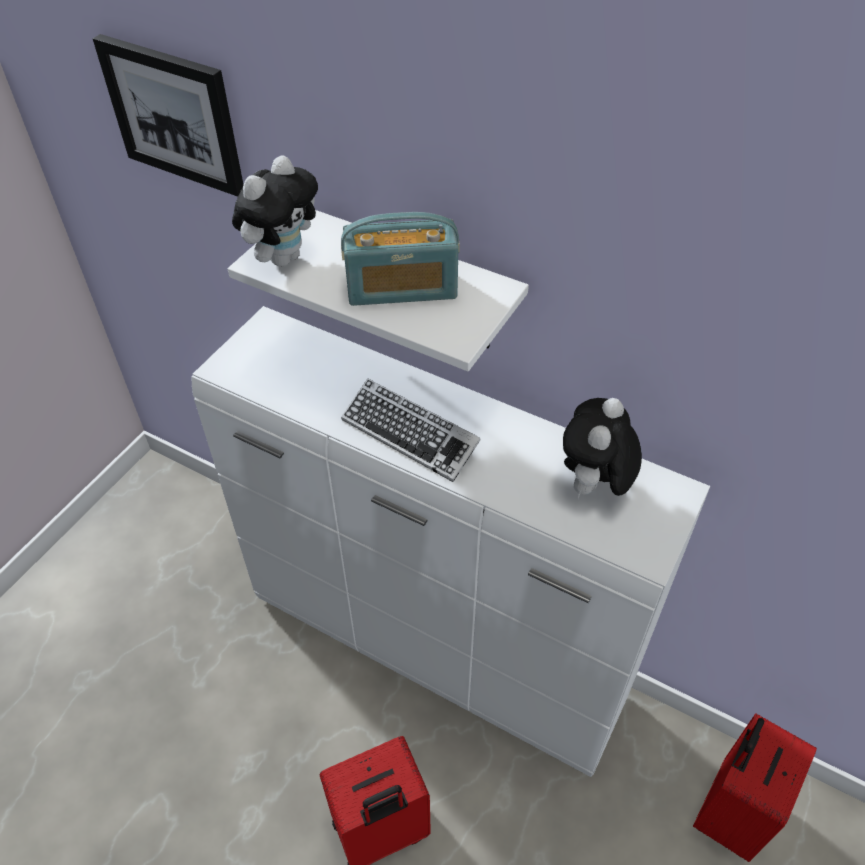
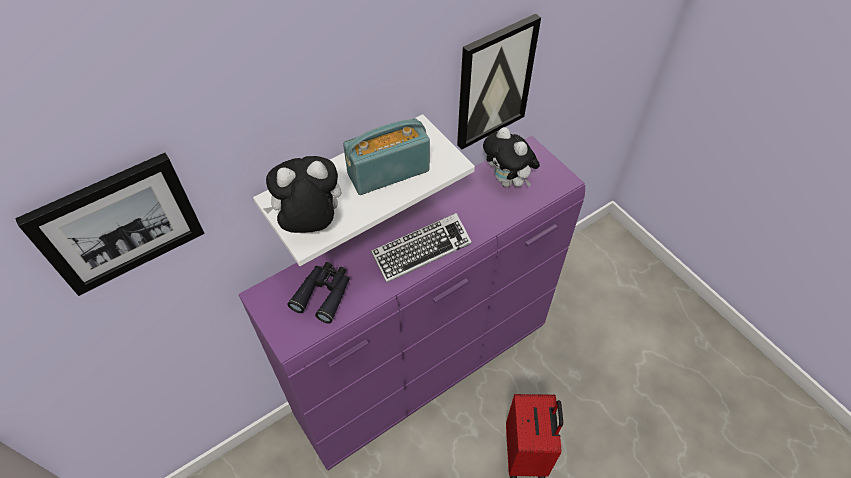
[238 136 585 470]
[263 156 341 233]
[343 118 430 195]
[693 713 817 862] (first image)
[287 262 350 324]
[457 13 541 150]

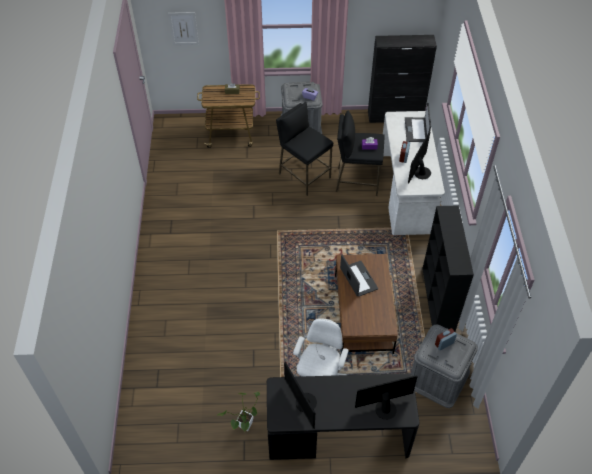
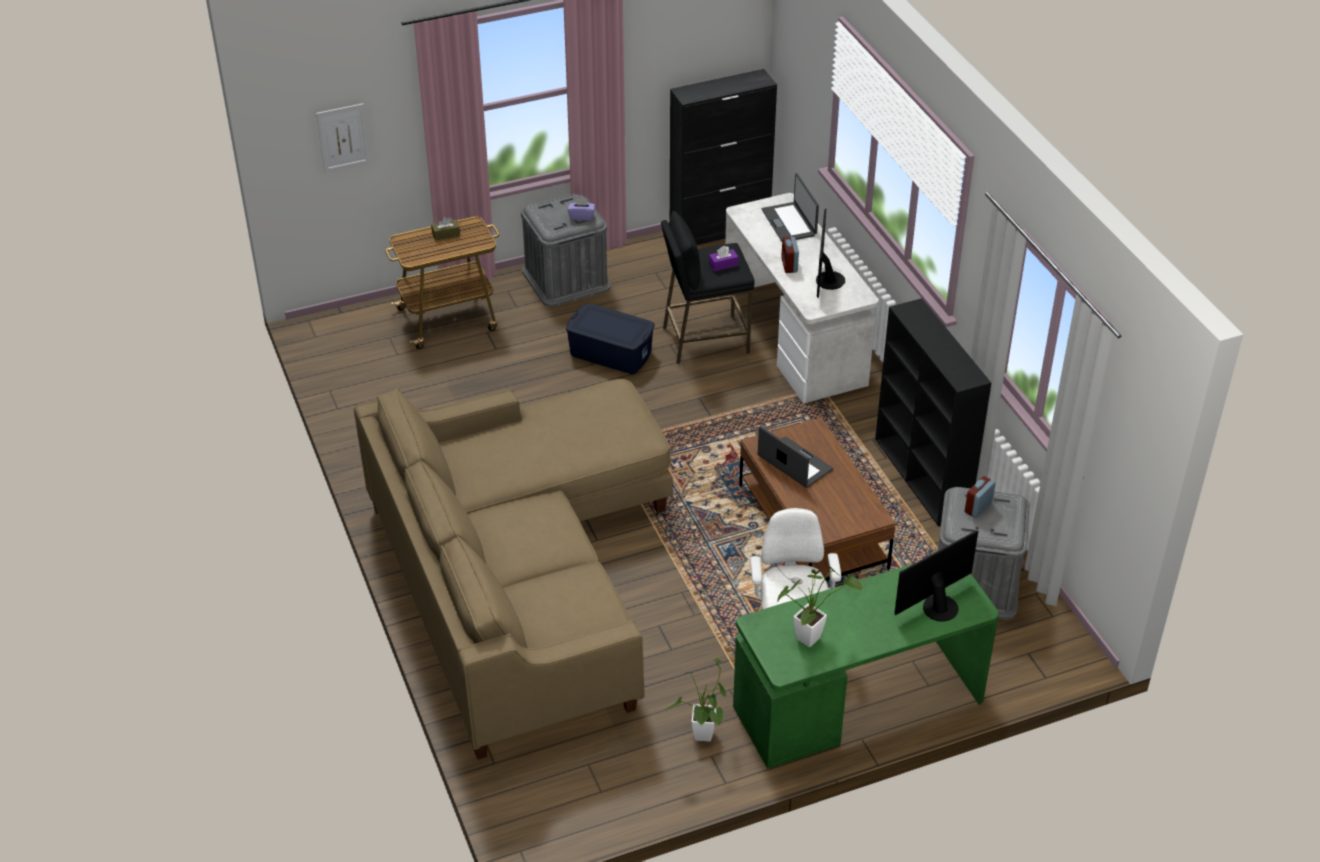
[733 563 999 769]
[566 303 654 374]
[777 565 863 647]
[354 379 673 760]

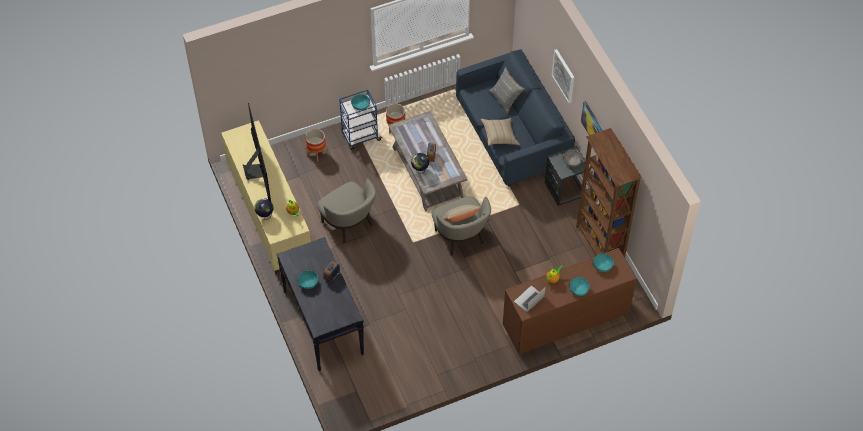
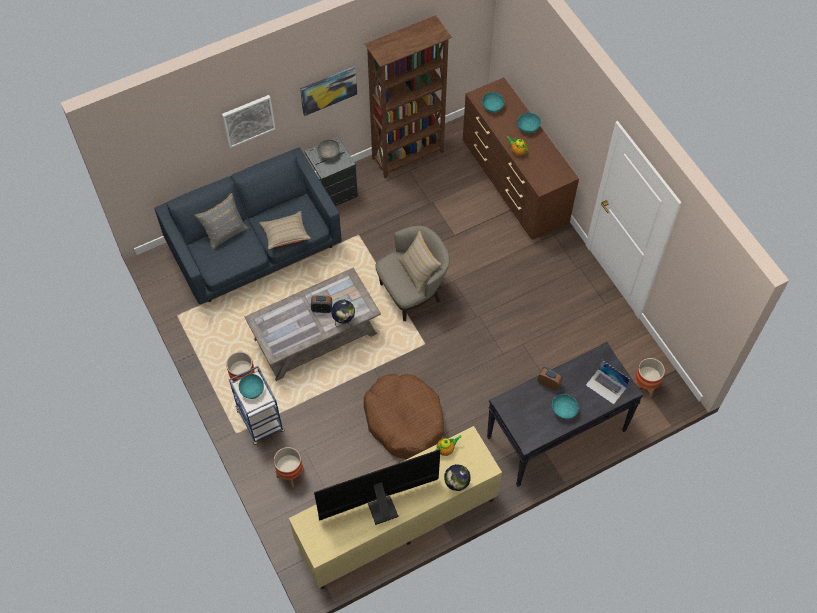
[364 374 444 459]
[586 360 630 404]
[635 358 665 397]

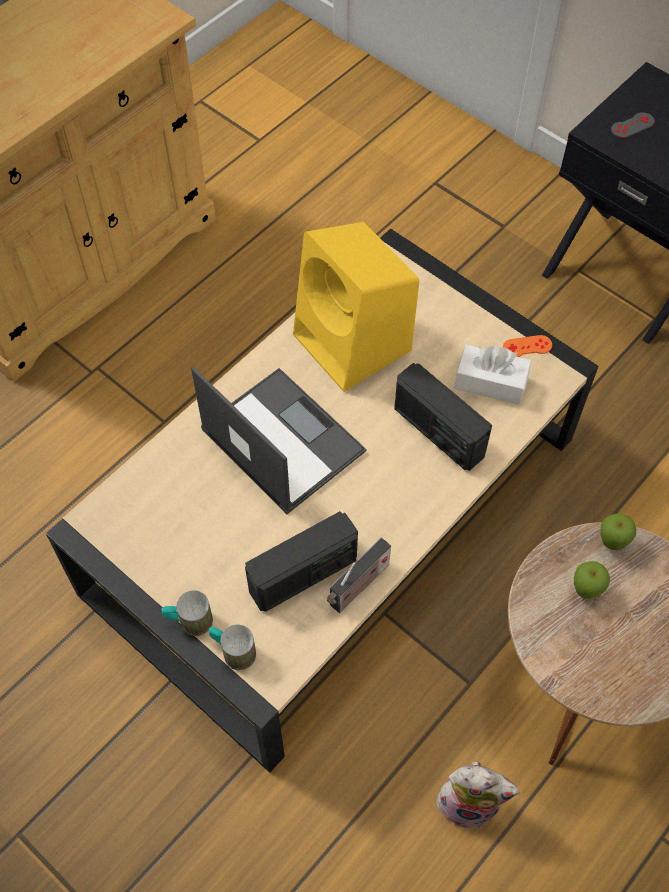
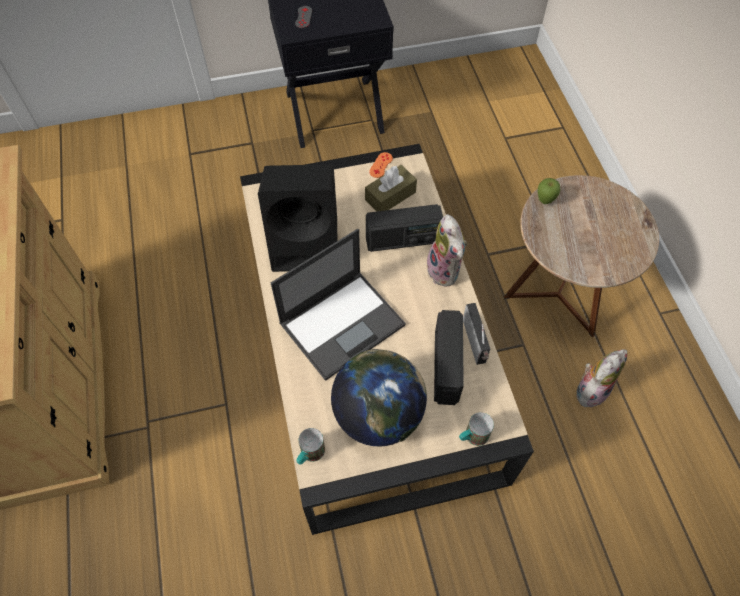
[296 428 325 465]
[271 229 406 381]
[258 164 337 272]
[365 165 417 211]
[574 561 610 599] (first image)
[331 349 427 447]
[427 214 467 287]

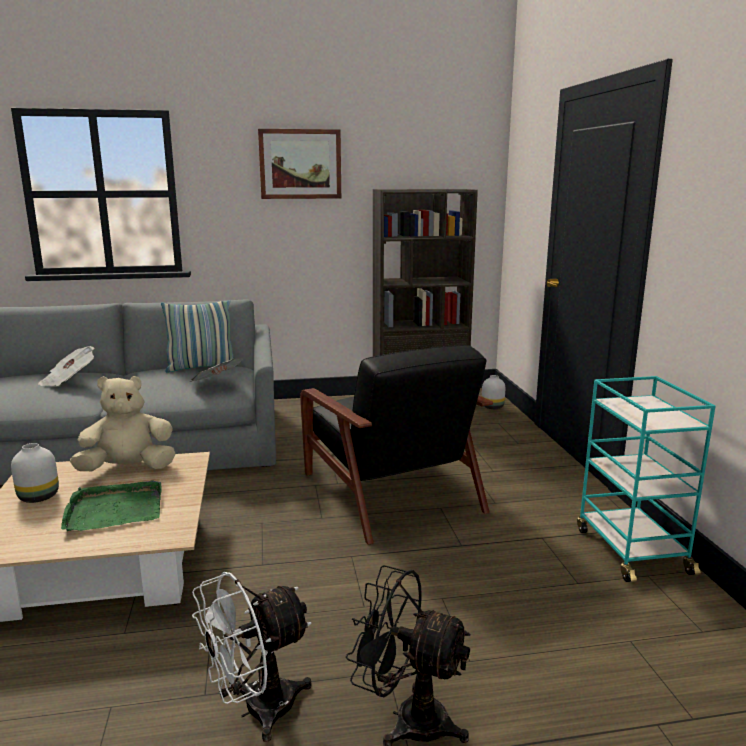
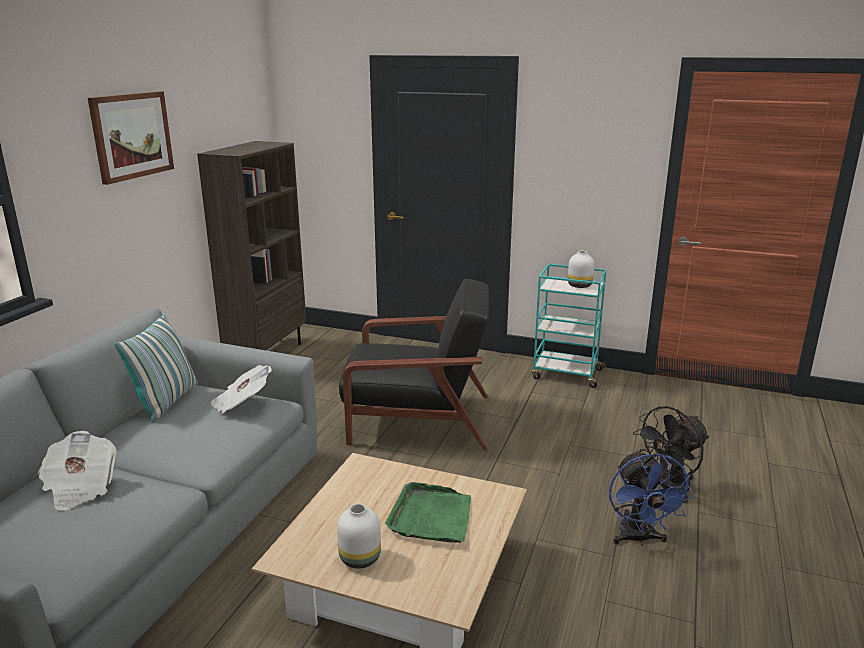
[70 376 175 471] (first image)
[609 450 695 546]
[568 251 594 288]

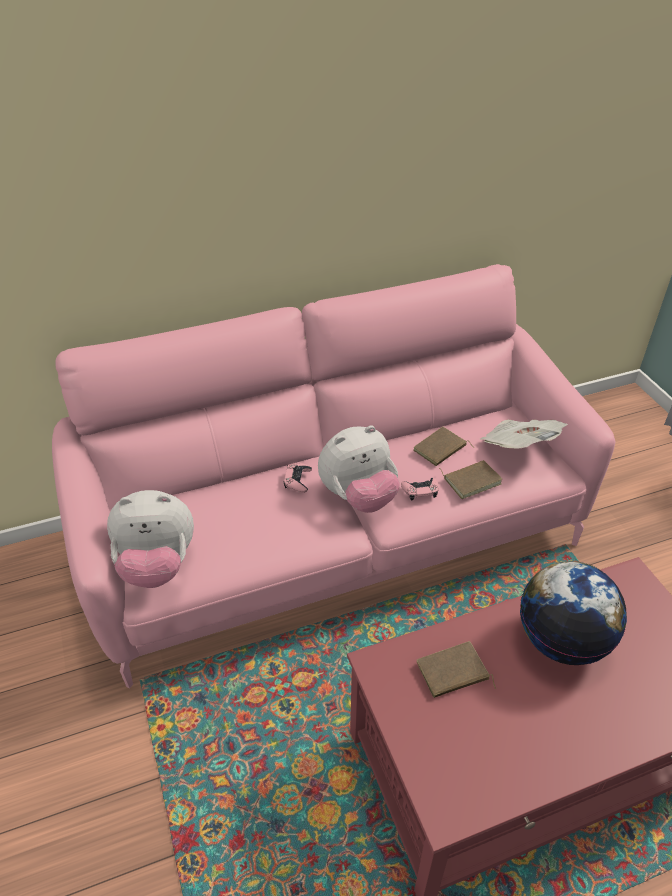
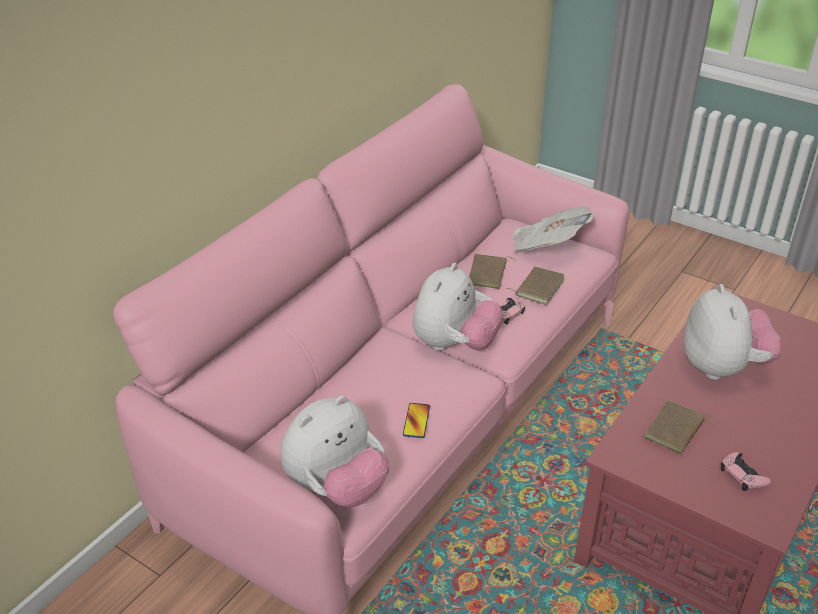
[721 452 771 491]
[684 284 782 380]
[403 403 430 438]

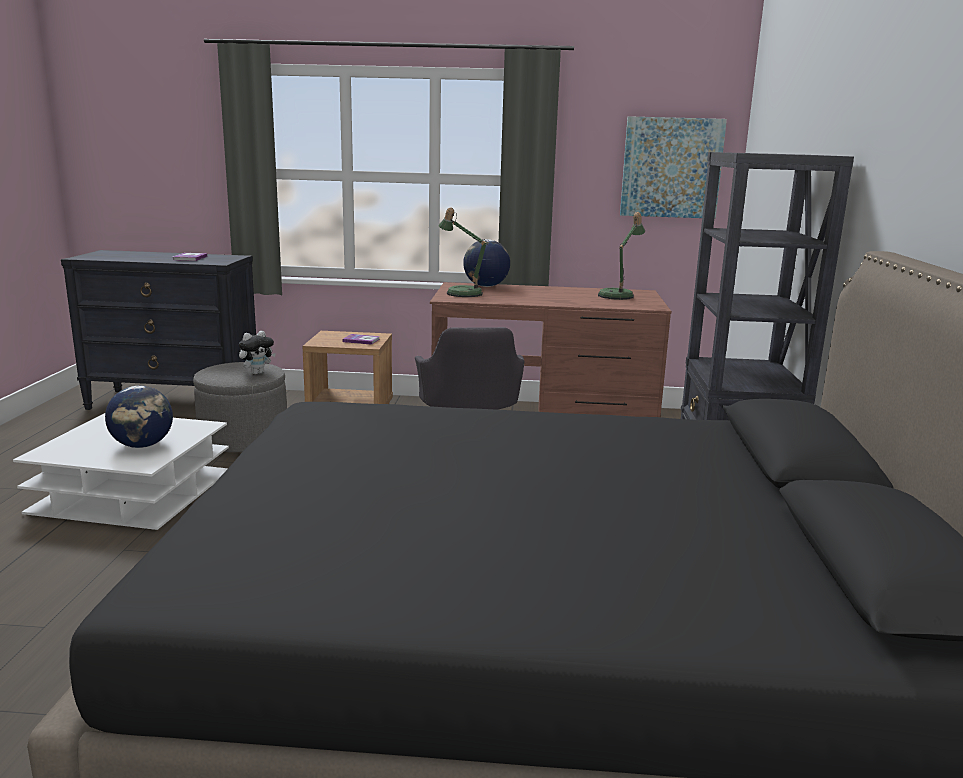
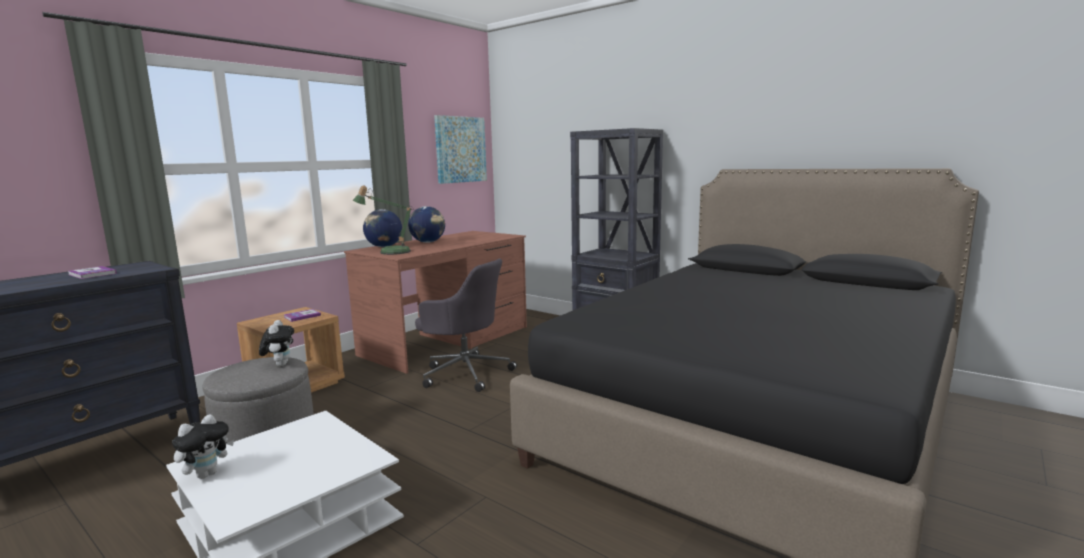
[408 206 445 243]
[598 212 645 300] (first image)
[172 414 234 479]

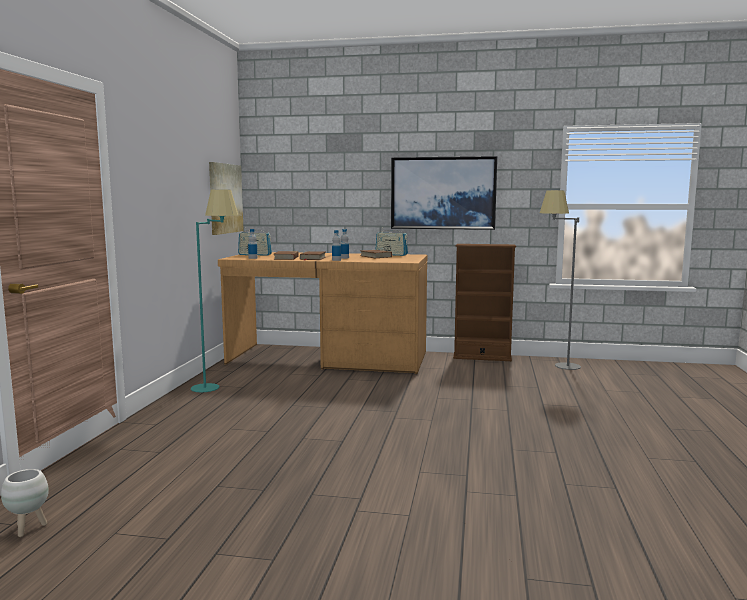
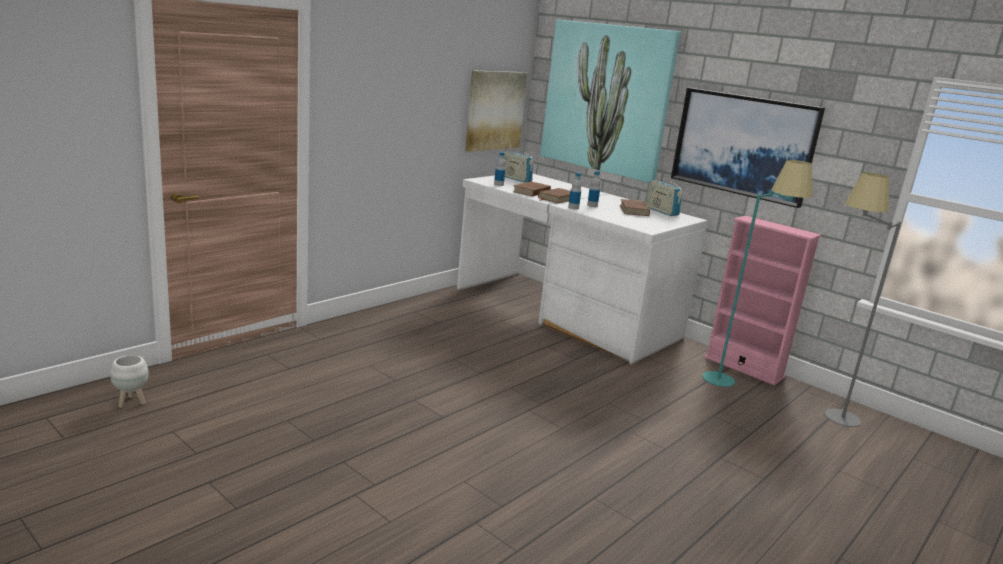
[702 160 813 387]
[457 174 708 364]
[704 215 821 385]
[540 19 681 183]

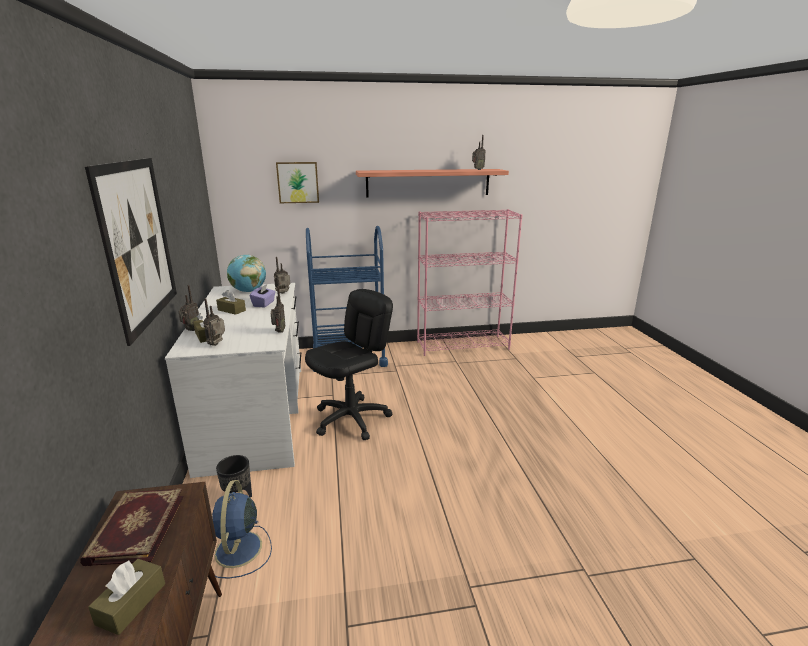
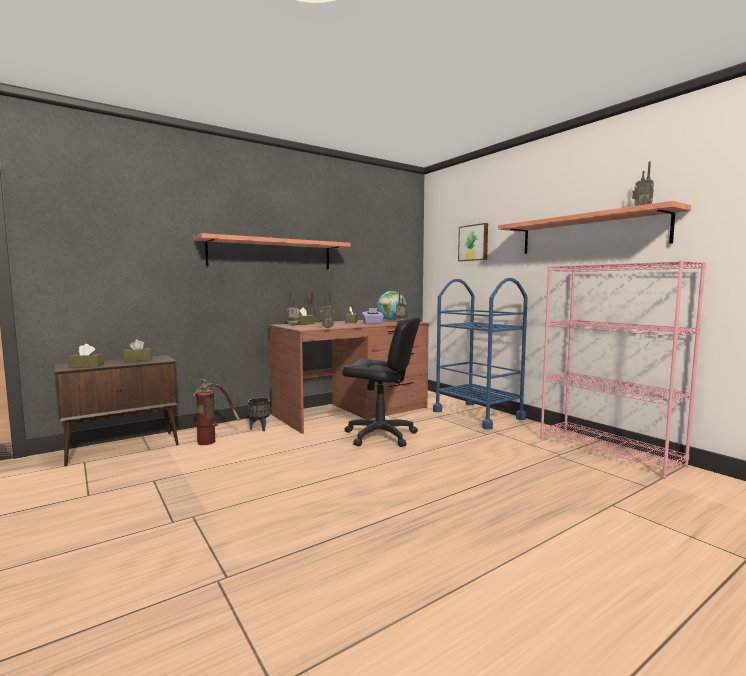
[123 339 152 362]
[193 233 350 269]
[268 319 430 434]
[193 379 240 445]

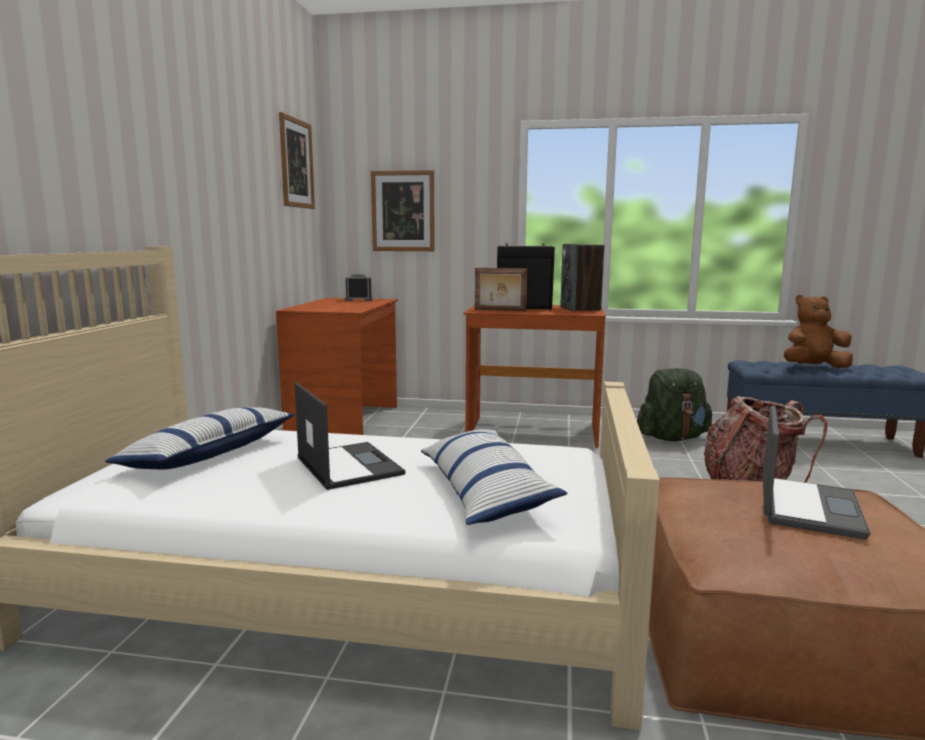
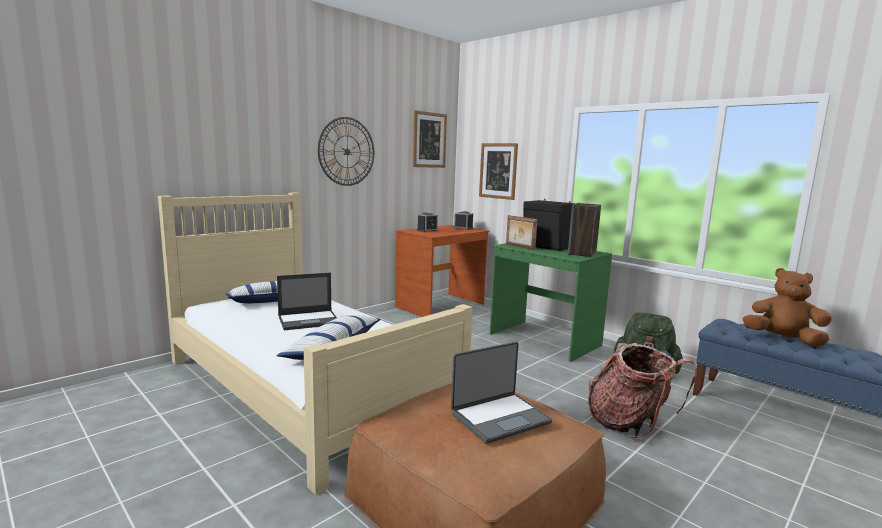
[277 273 337 330]
[490 243 612 362]
[318 117 374 186]
[417 212 438 232]

